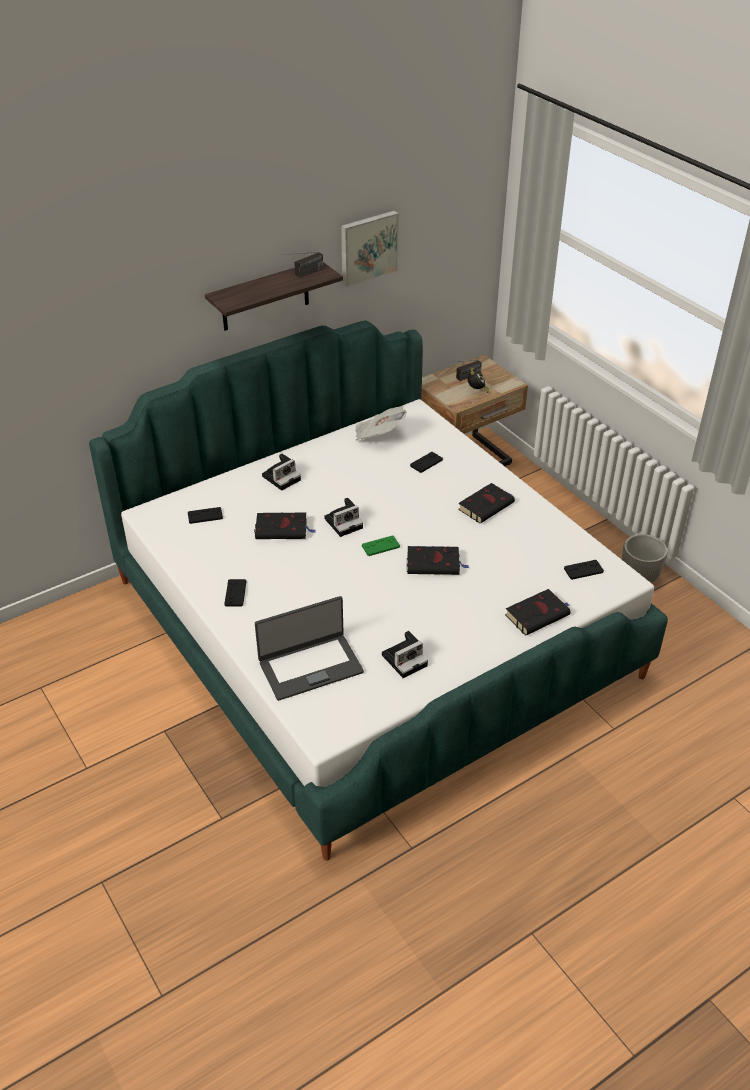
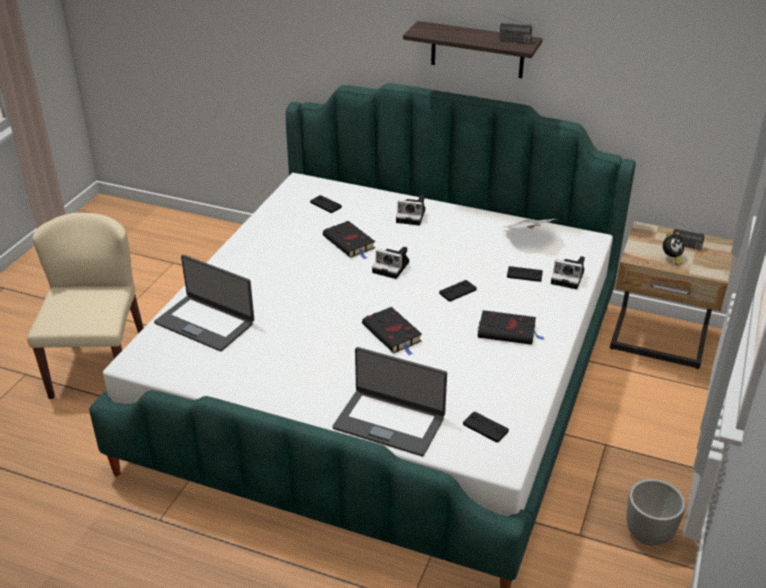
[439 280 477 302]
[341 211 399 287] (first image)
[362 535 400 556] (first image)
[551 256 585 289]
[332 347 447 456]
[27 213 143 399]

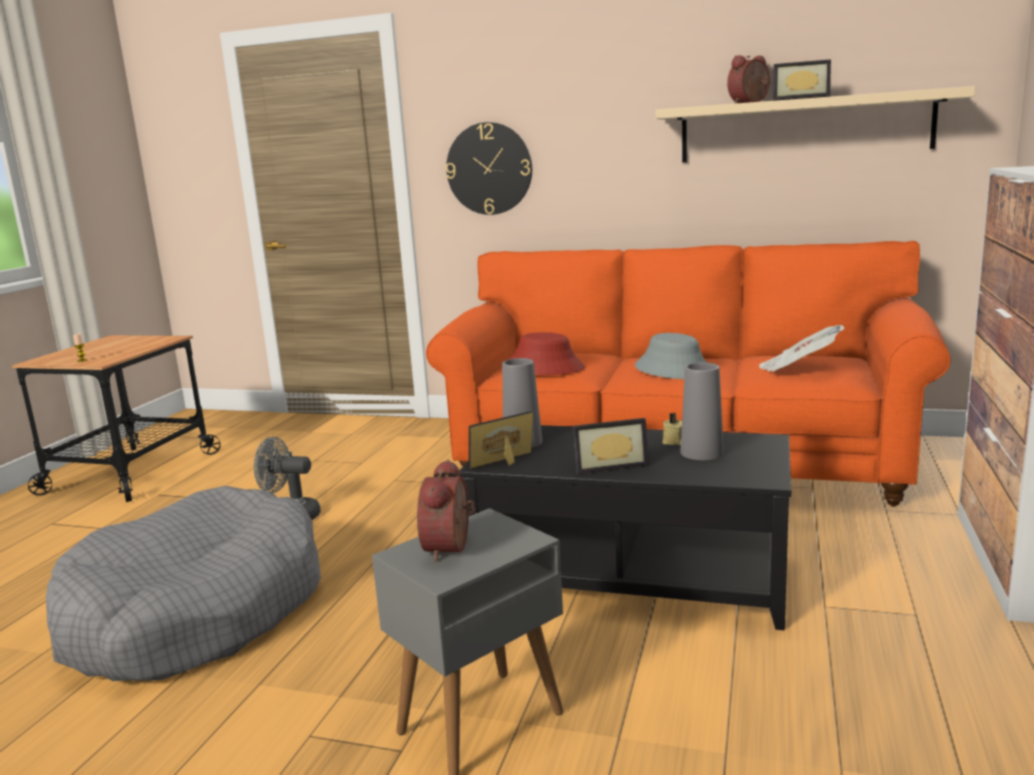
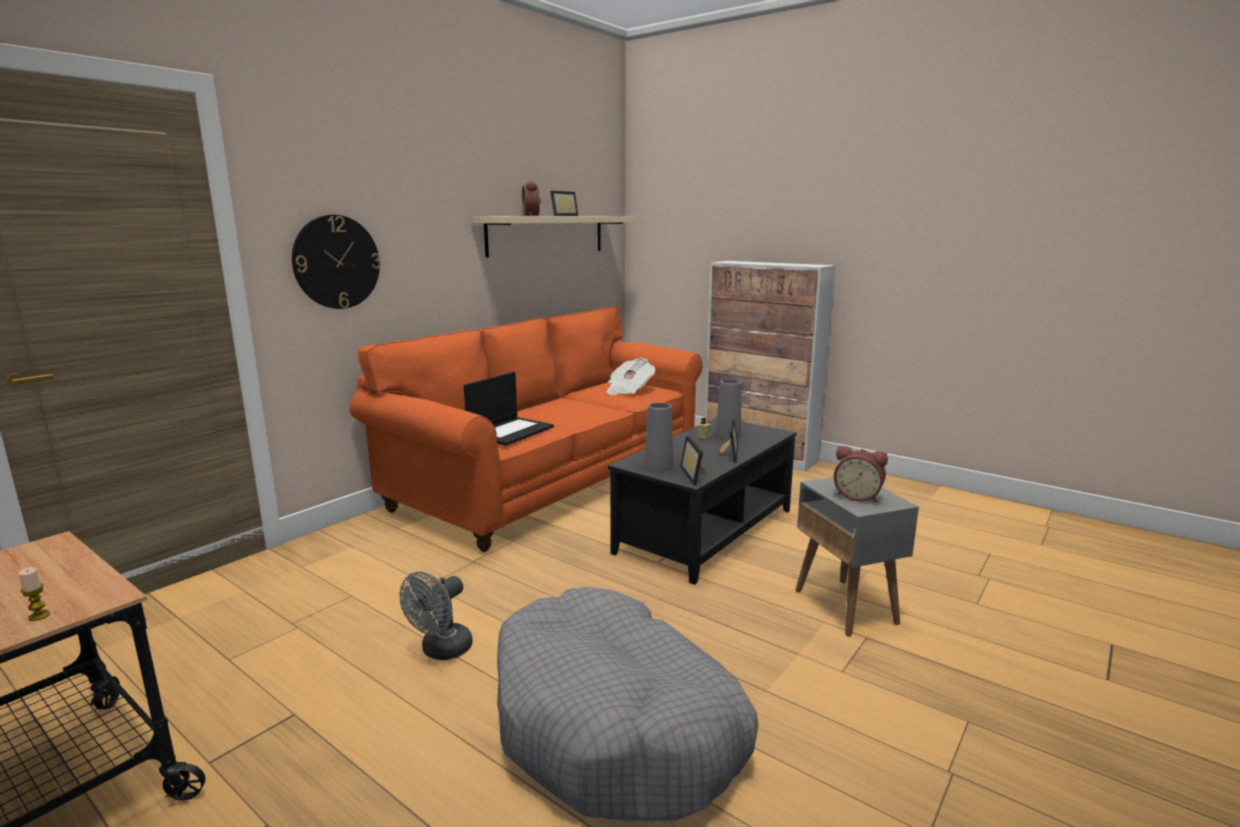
[464 372 554 446]
[635 333 707 379] (first image)

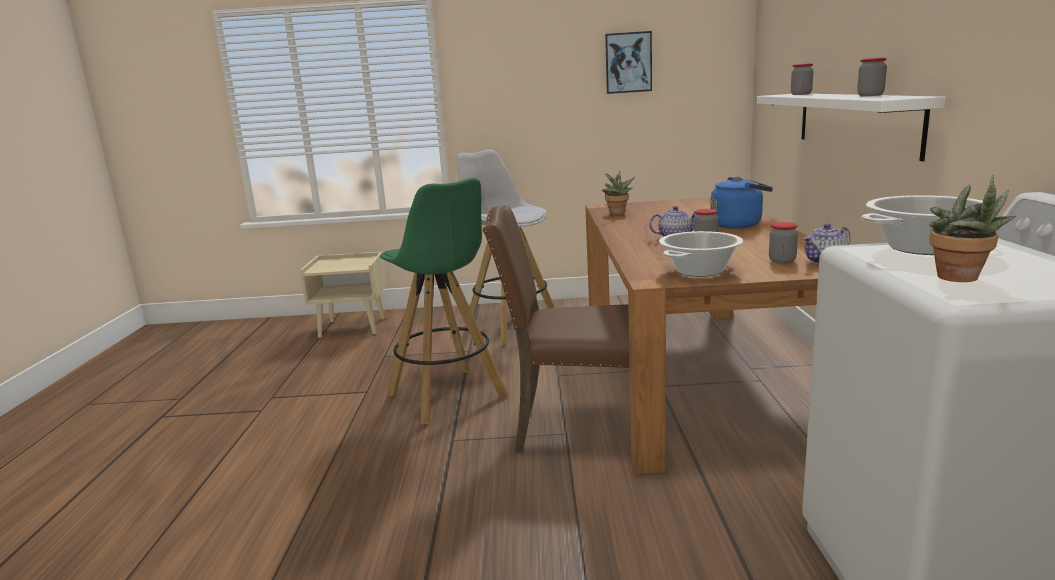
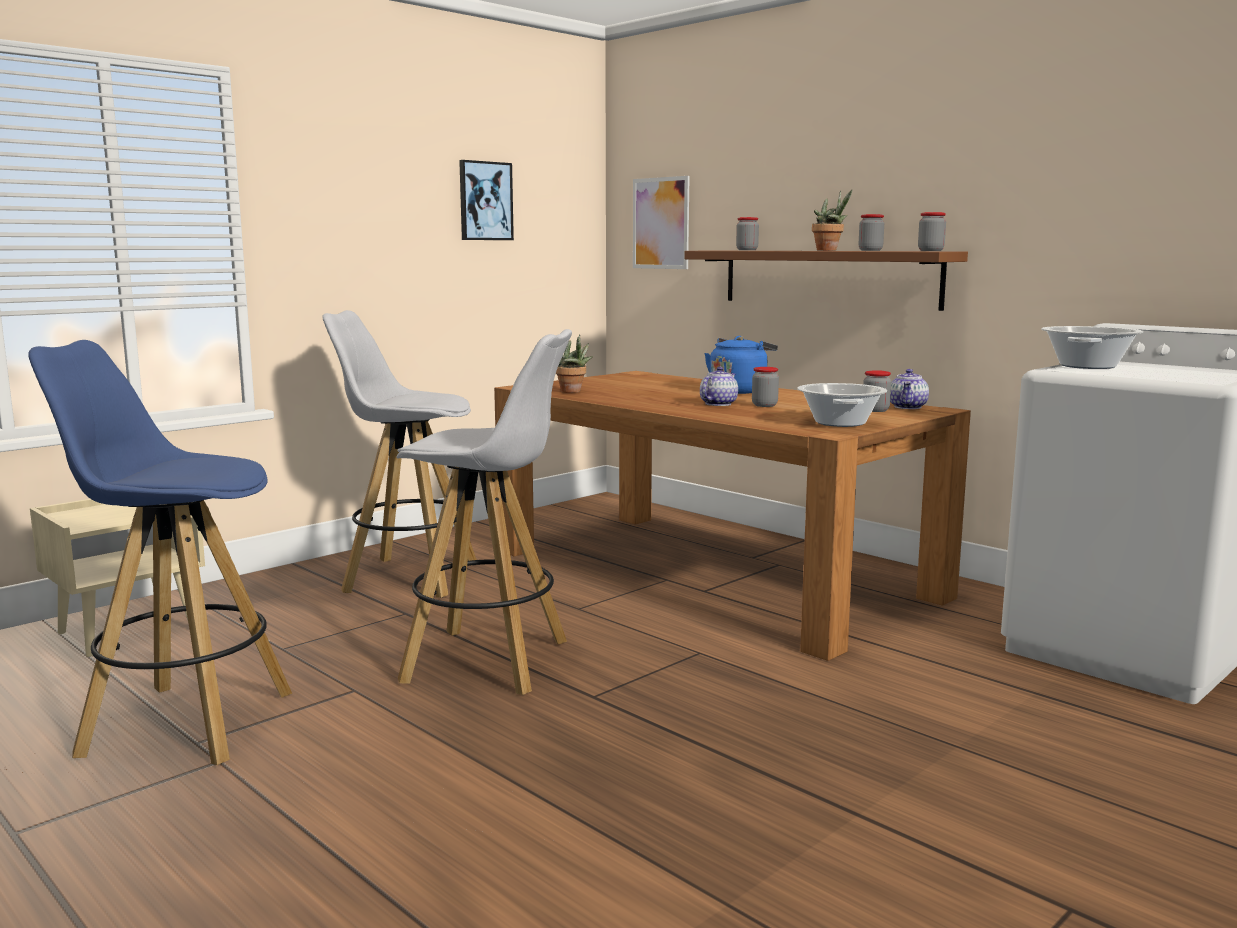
[396 329 572 695]
[483 205 629 453] (first image)
[684 251 968 311]
[812 190 852 251]
[28 340 292 765]
[633 176 690 269]
[918 212 946 251]

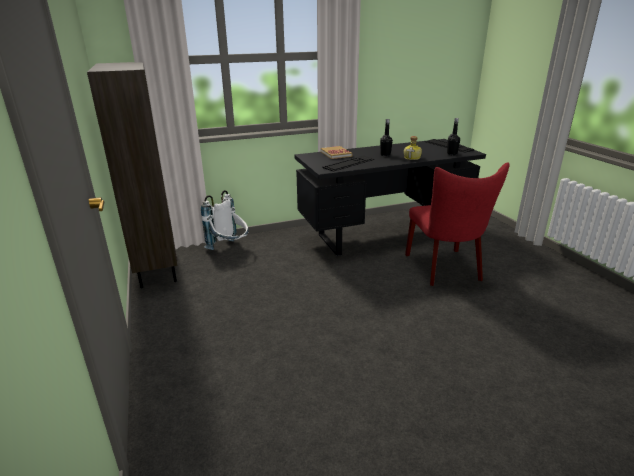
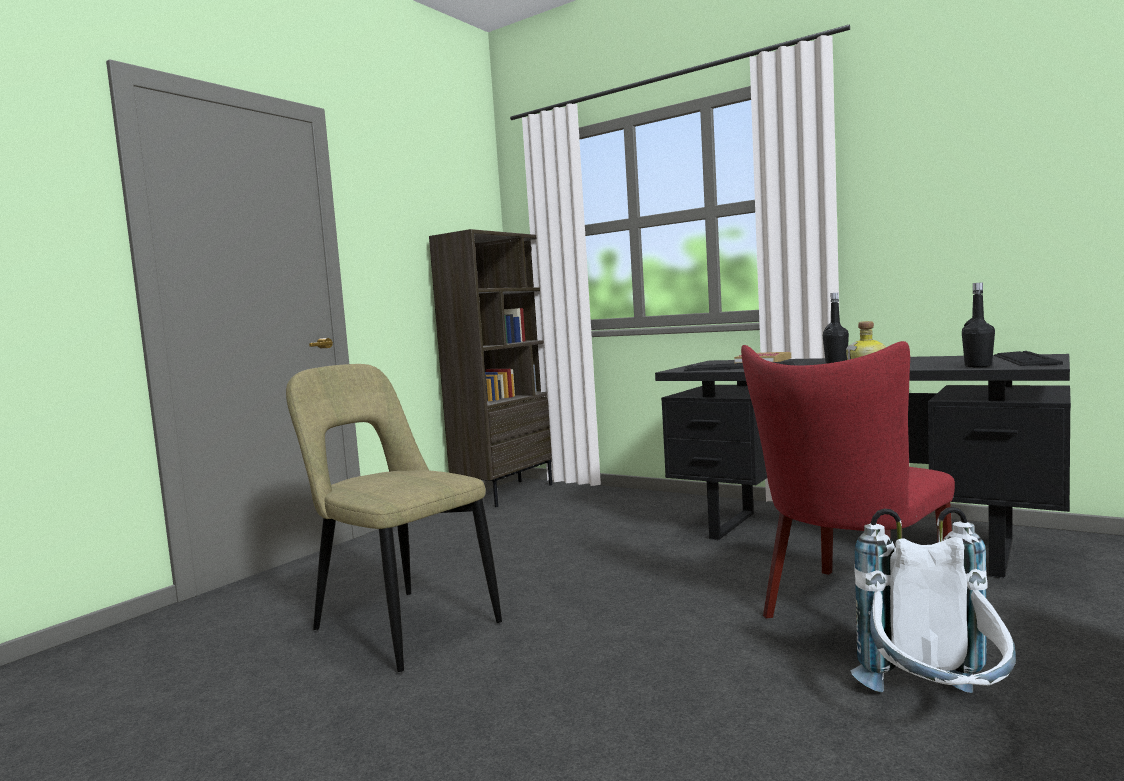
[850 507 1016 693]
[286 364 502 672]

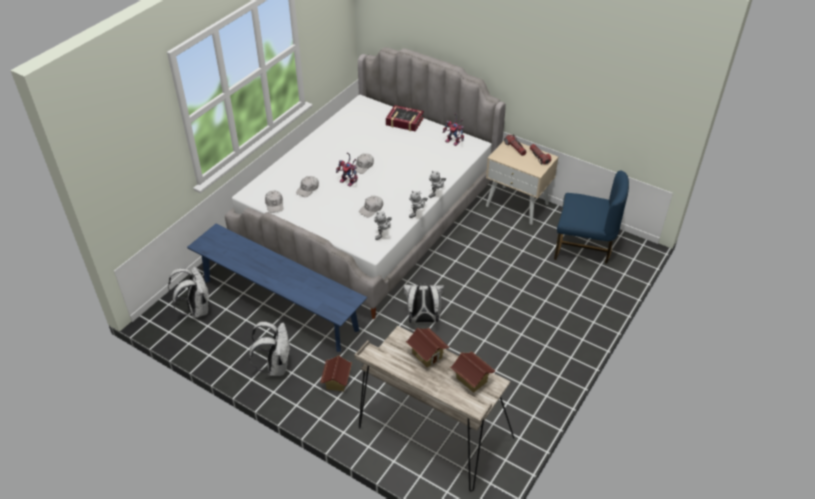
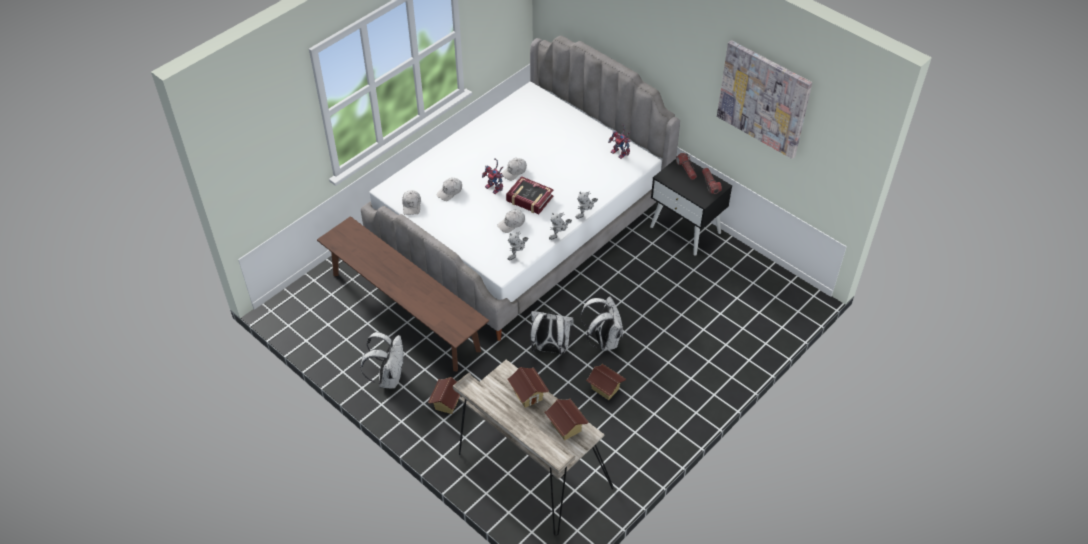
[580 297 623 351]
[317 216 489 371]
[506 176 554 214]
[650 159 732 256]
[554 171 629 264] (first image)
[586 364 626 400]
[717 40 812 159]

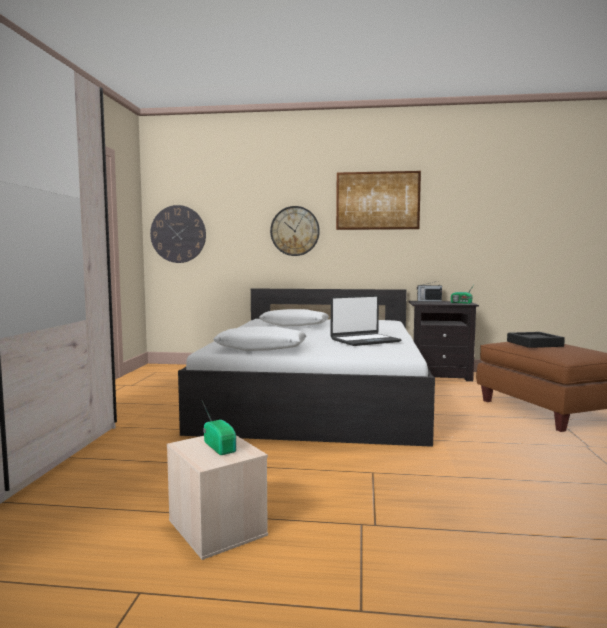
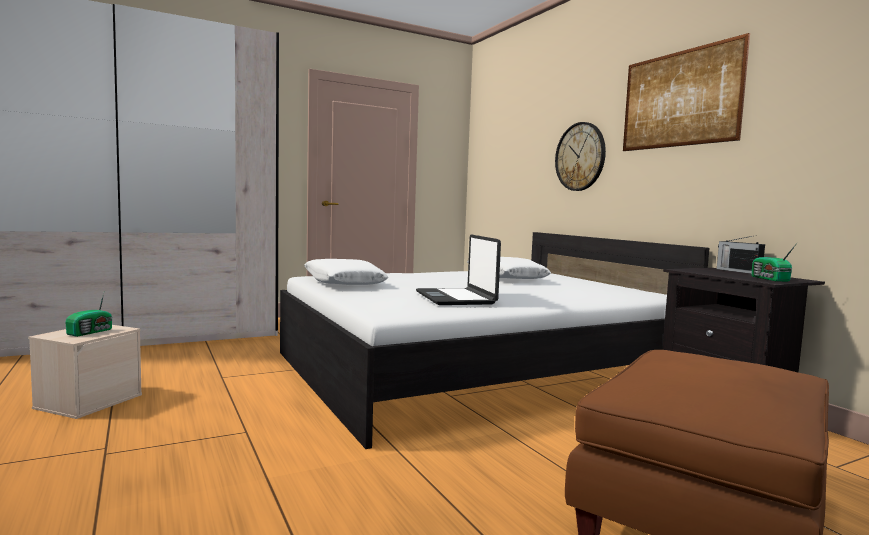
[150 205 206 263] (first image)
[416 234 501 305]
[507 332 565 348] (first image)

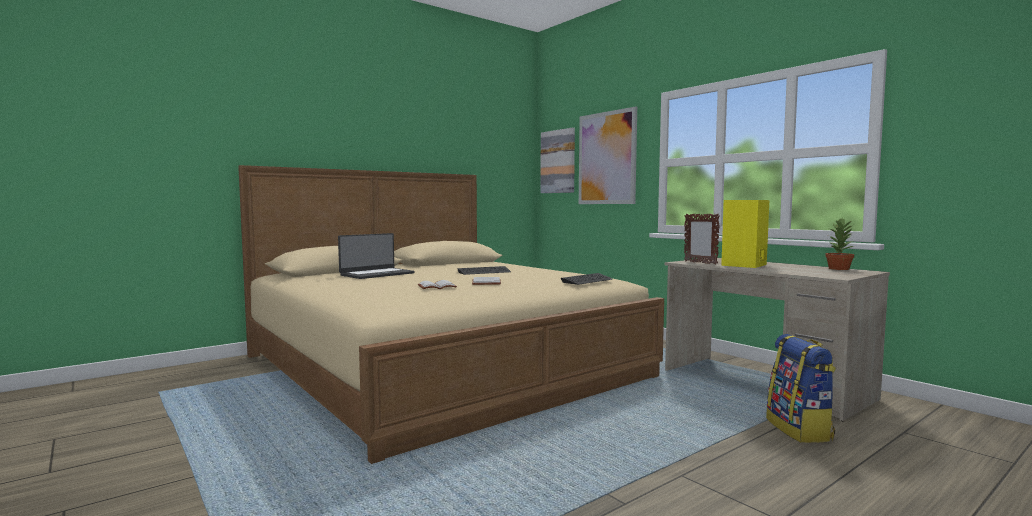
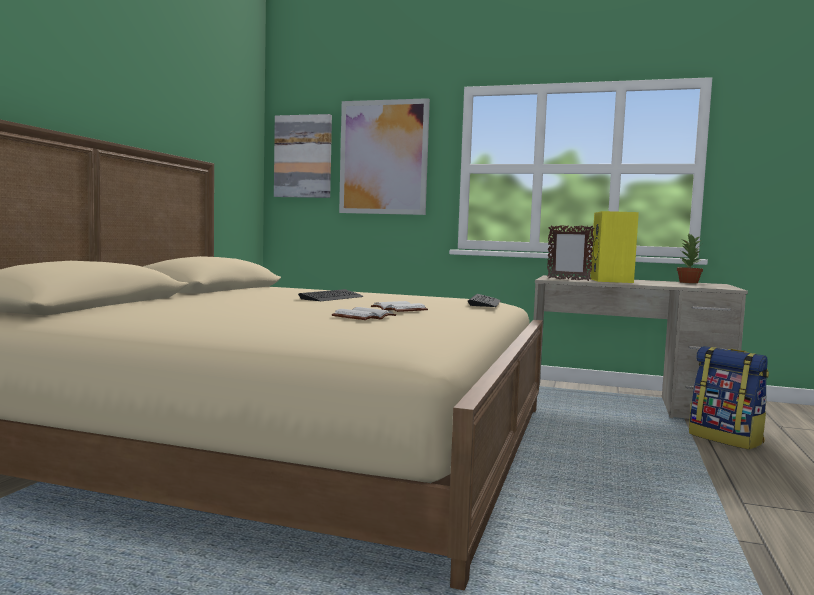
[338 233 415 279] (first image)

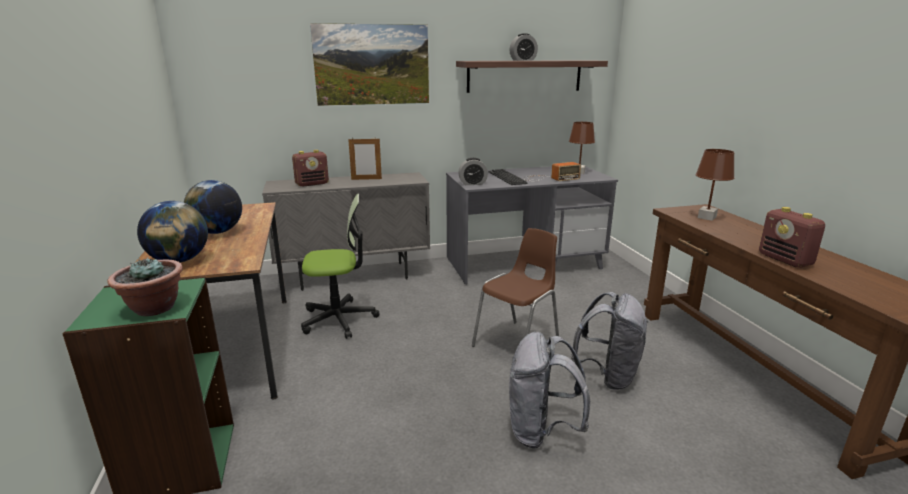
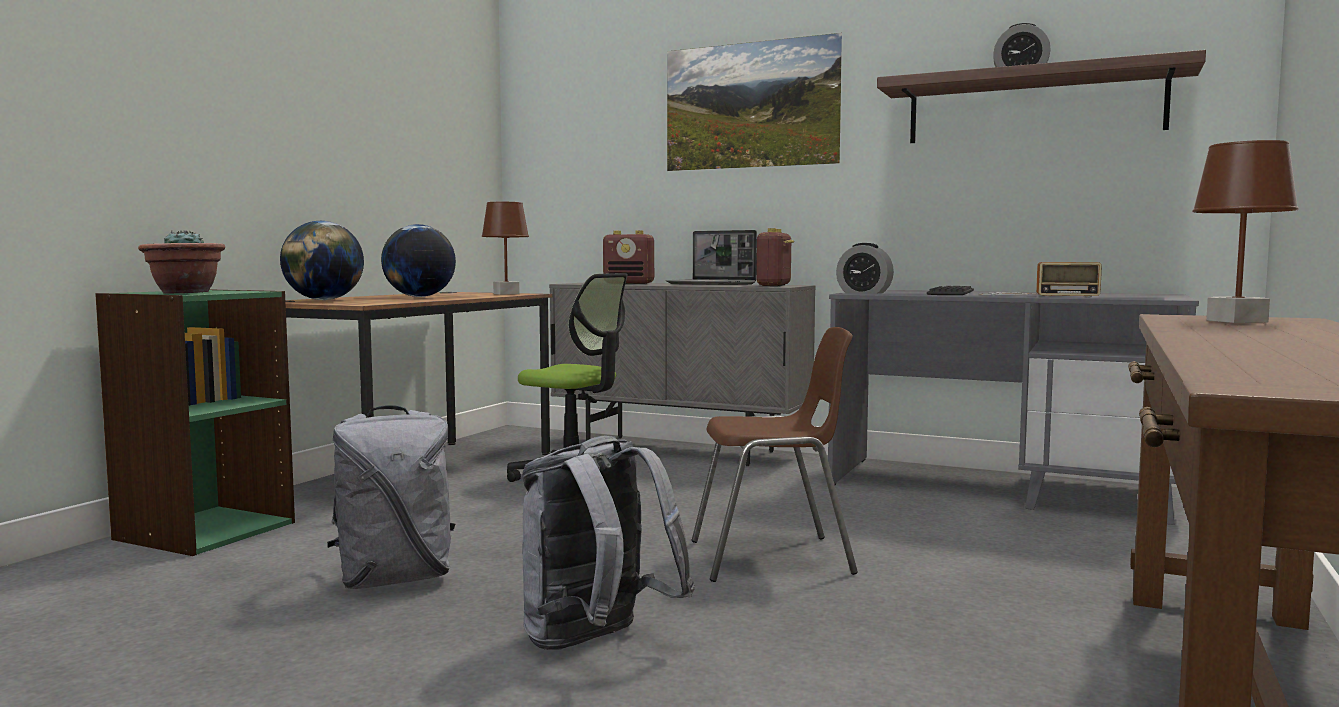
[666 230 757 285]
[482 202 529 295]
[327 405 455 589]
[756 228 794 286]

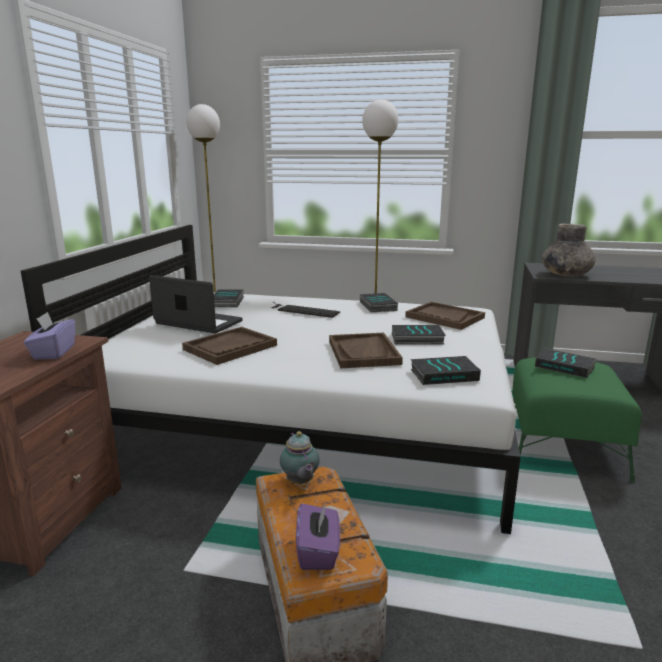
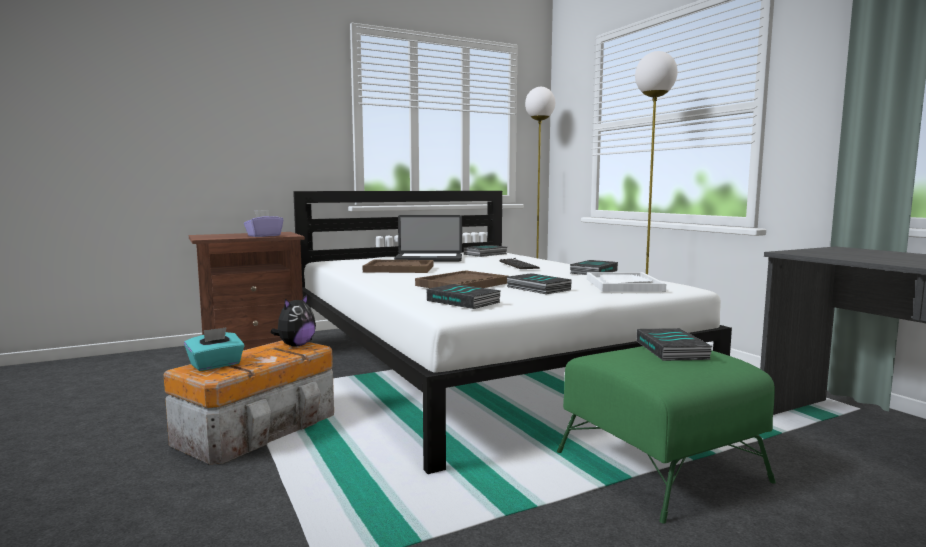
[394 215 462 262]
[270 294 316 347]
[184 327 245 371]
[587 272 666 292]
[542 224 596 276] (first image)

